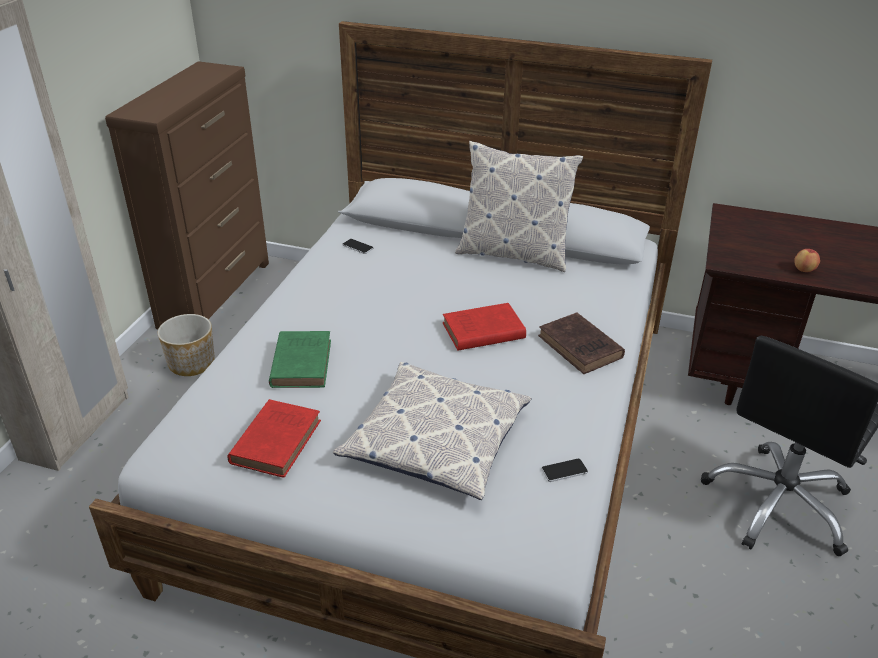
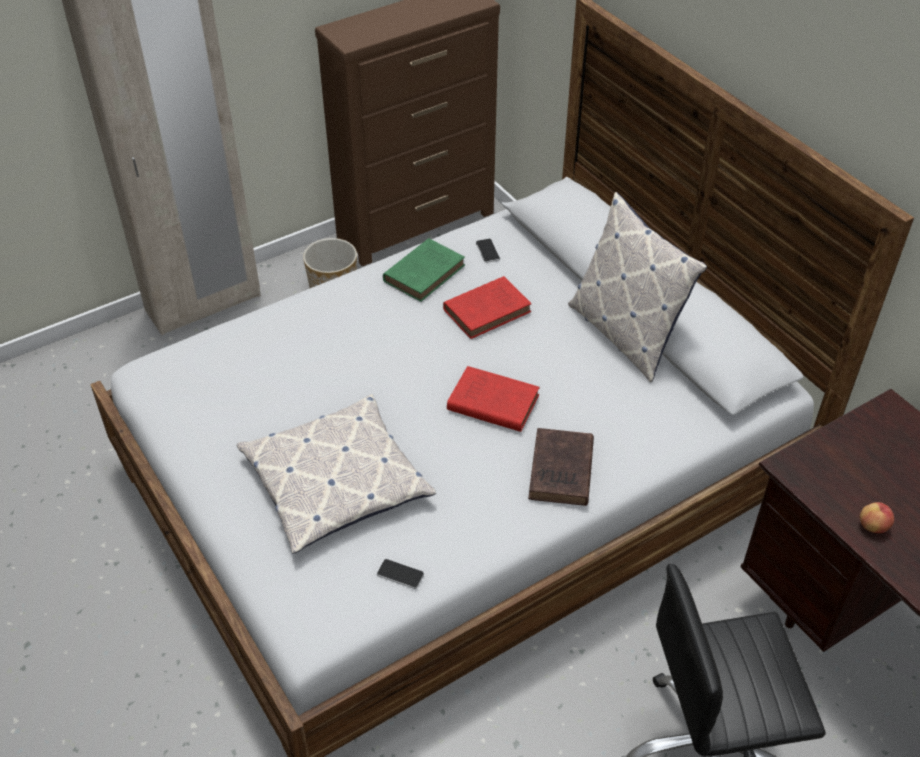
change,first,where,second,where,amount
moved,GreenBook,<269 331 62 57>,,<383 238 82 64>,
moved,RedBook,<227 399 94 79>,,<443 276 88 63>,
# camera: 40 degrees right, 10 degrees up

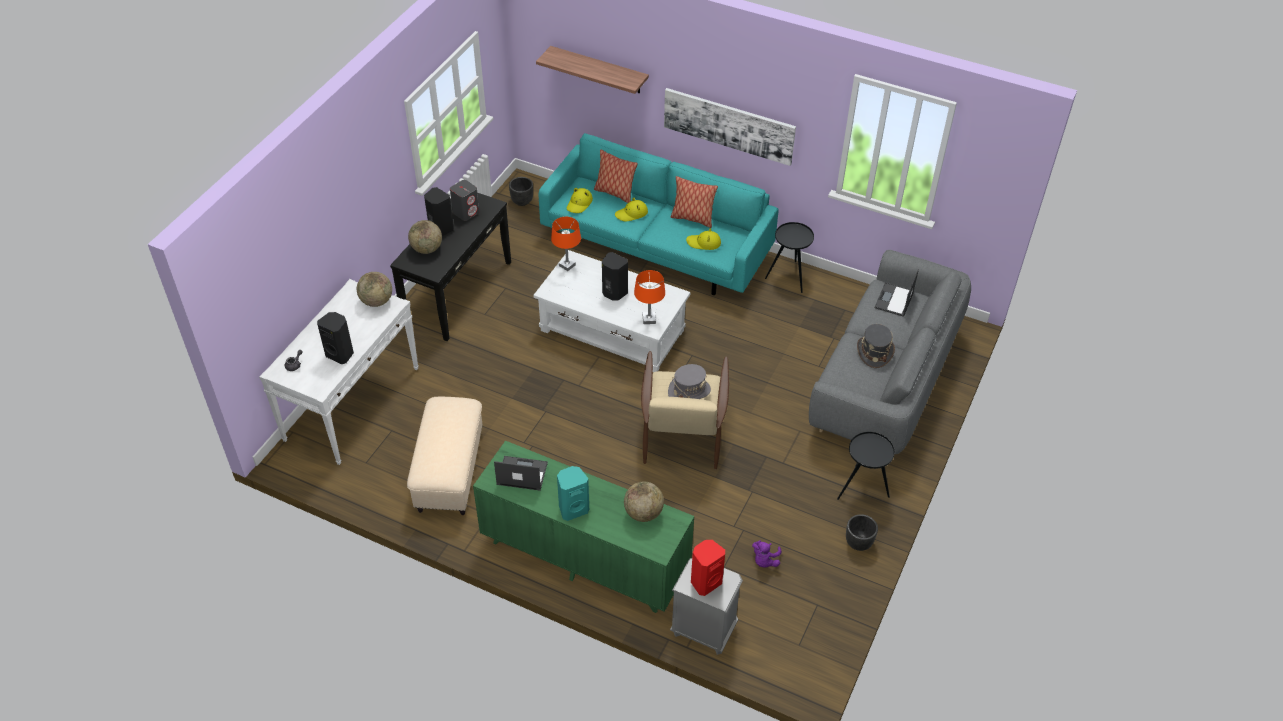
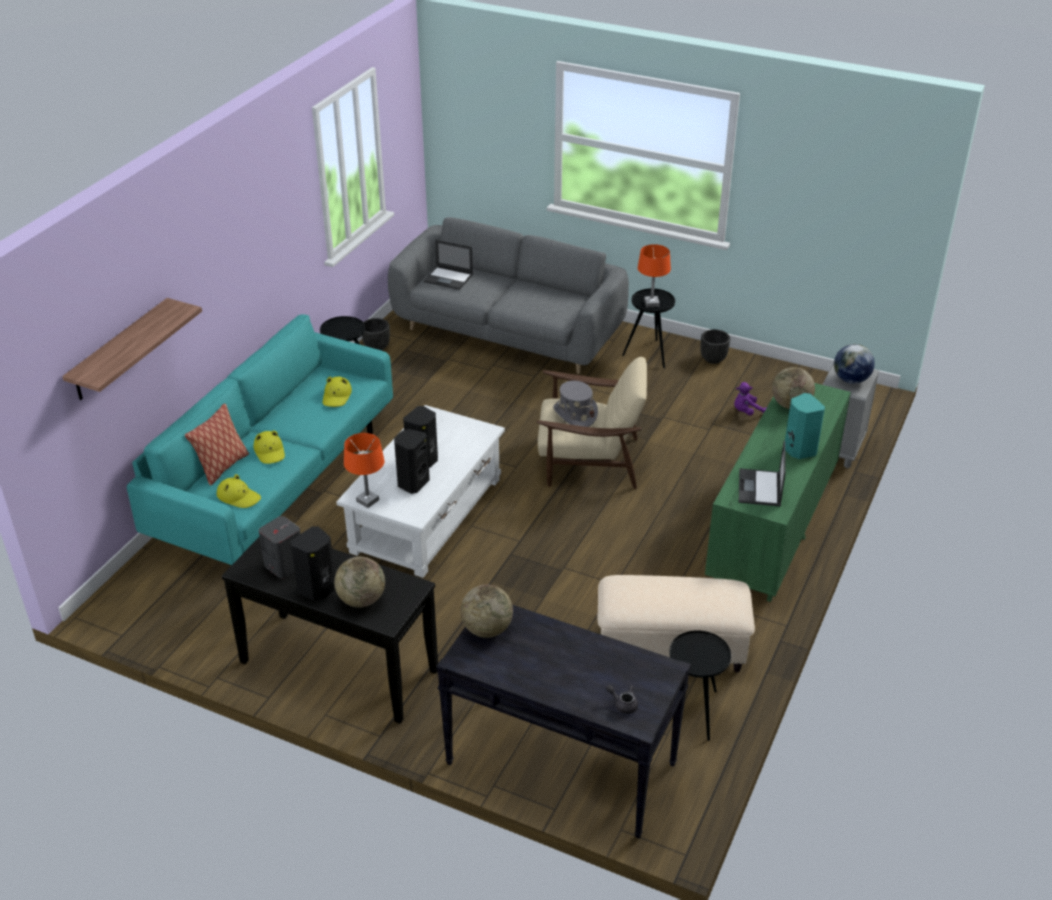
change,first,where,second,where,amount
removed,Picture,<664 88 132 78>,,,
removed,Pillow,<671 176 47 52>,,,
moved,BlackPlanter,<509 177 24 29>,,<362 318 28 33>,
moved,OrangeTableLamp,<634 270 31 54>,,<638 244 33 63>,
recoloured,WhiteConsoleTable,<259 279 160 186>,BlackConsoleTable,<436 605 255 234>,
moved,BlackSpeaker,<317 312 37 52>,,<394 429 36 65>,
removed,GreyHat,<857 324 38 44>,,,
replaced,RedSpeaker,<691 540 34 56>,Globe,<834 344 41 40>,
turned,PurplePlushToy,<752 540 30 27>,,<734 382 33 33>,135 degrees clockwise
added,,,BlackSideTable,<669 630 62 111>,
# camera: 90 degrees left, 10 degrees down

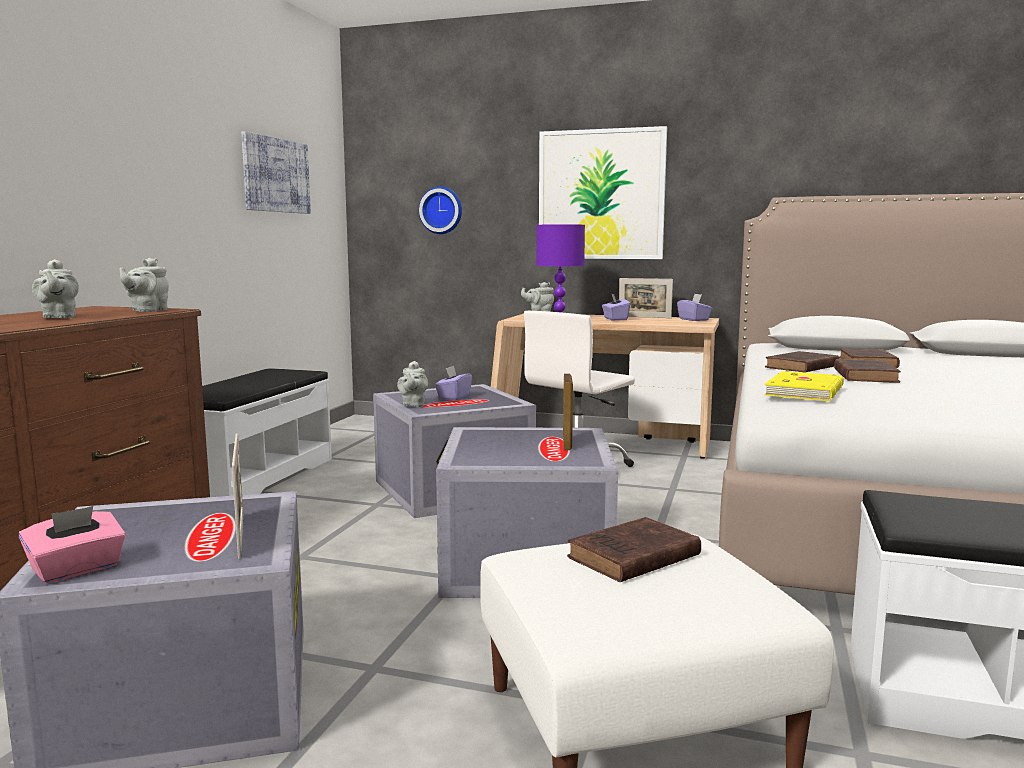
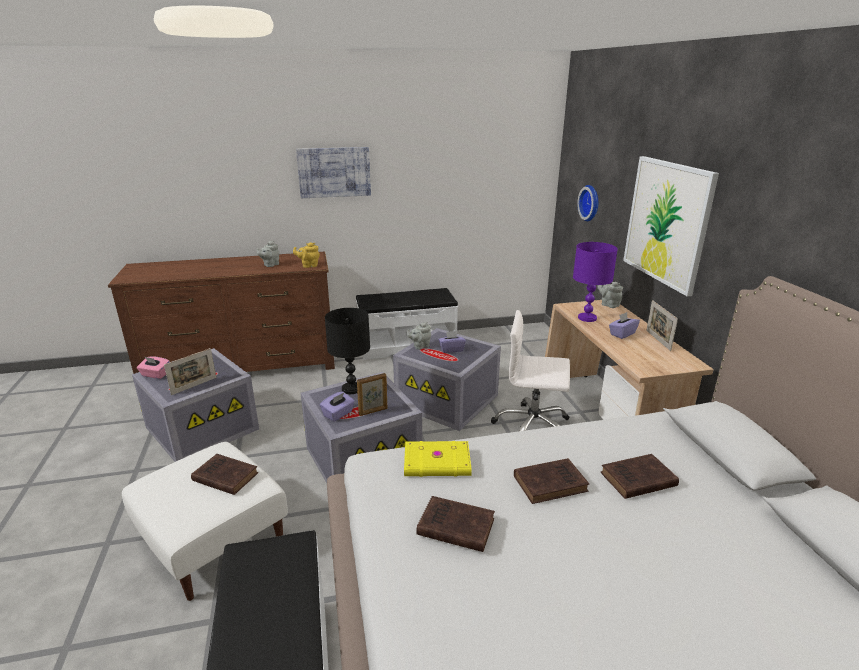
change,first,where,second,where,amount
moved,Picture,<241 131 70 83>,,<296 147 75 51>,
recoloured,GreyTeapot,<119 258 50 54>,YellowTeapot,<293 242 27 26>,
moved,PurpleTissueBox,<677 294 36 27>,,<320 391 35 30>,
moved,BrownBook,<765 351 75 22>,,<416 496 79 56>,
added,,,BlackTableLamp,<325 308 45 86>,
# camera: 60 degrees right, 15 degrees up

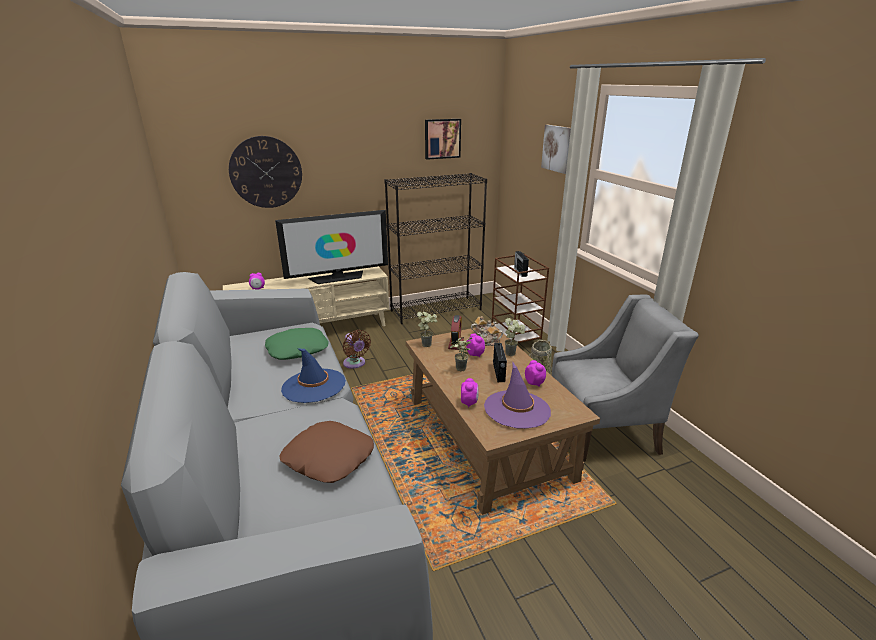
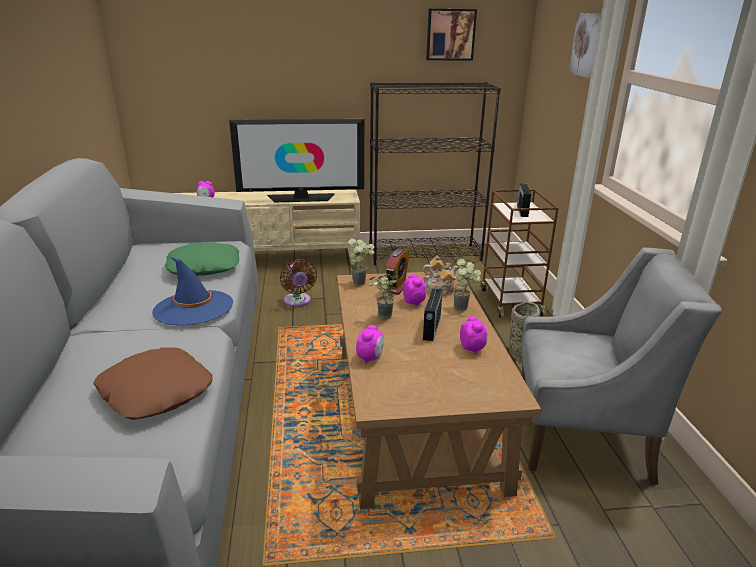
change,first,where,second,where,amount
removed,WallClock,<229 136 73 72>,,,
removed,PurpleHat,<484 361 67 68>,,,
# camera: 15 degrees right, 0 degrees up

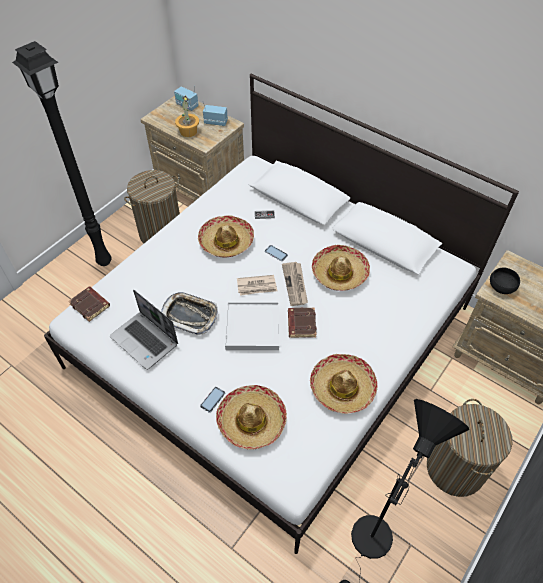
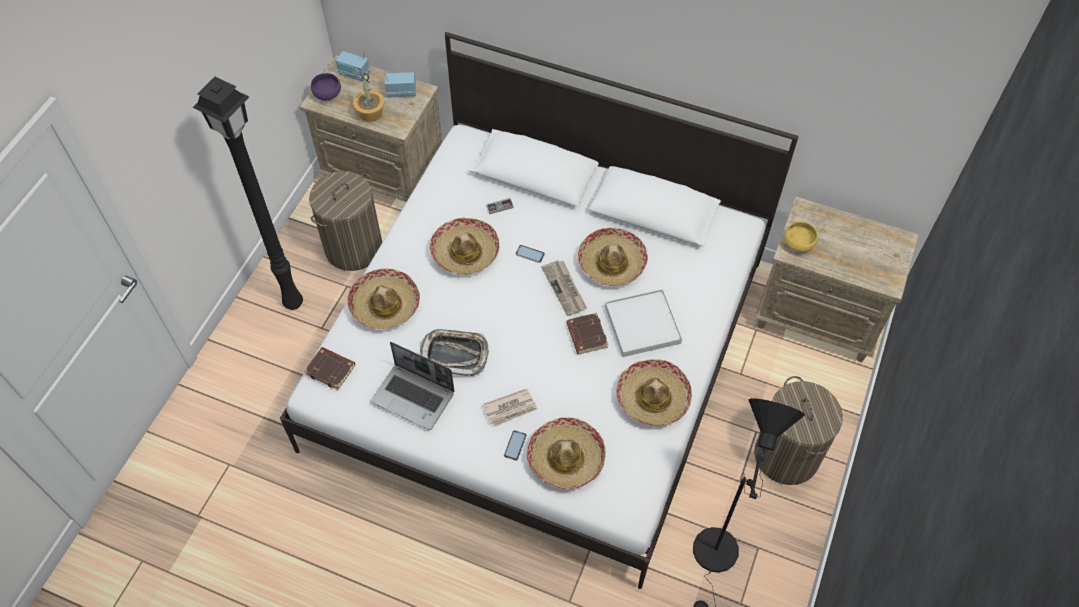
change,first,where,second,where,amount
recoloured,BlackBowl,<490 267 30 27>,YellowBowl,<784 222 34 30>,
moved,Newspaper,<237 275 40 21>,,<482 389 56 38>,
moved,WhiteTray,<225 302 54 48>,,<605 289 77 68>,
added,,,PurpleBowl,<311 73 30 28>,
added,,,Hat,<347 268 73 61>,
# camera: 15 degrees left, 5 degrees up

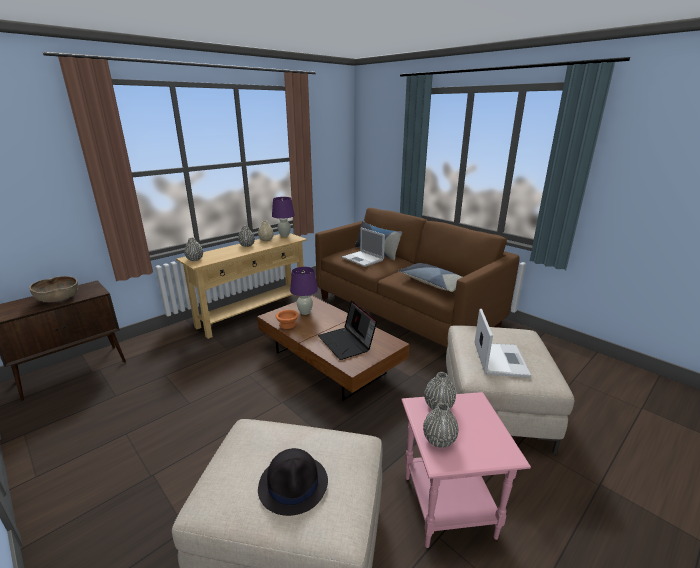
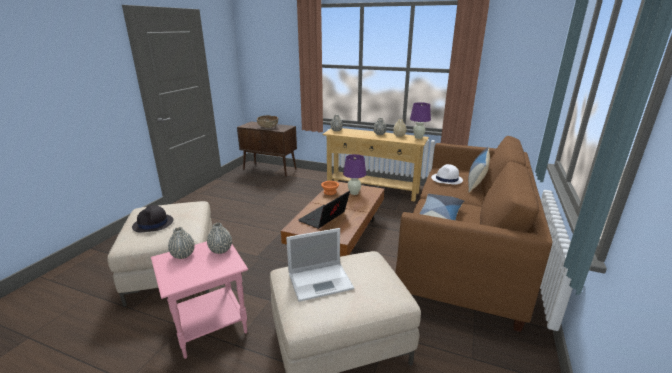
change,first,where,second,where,amount
replaced,Laptop,<342 228 43 39>,WhiteHat,<431 164 32 21>,
# camera: 65 degrees right, 0 degrees up

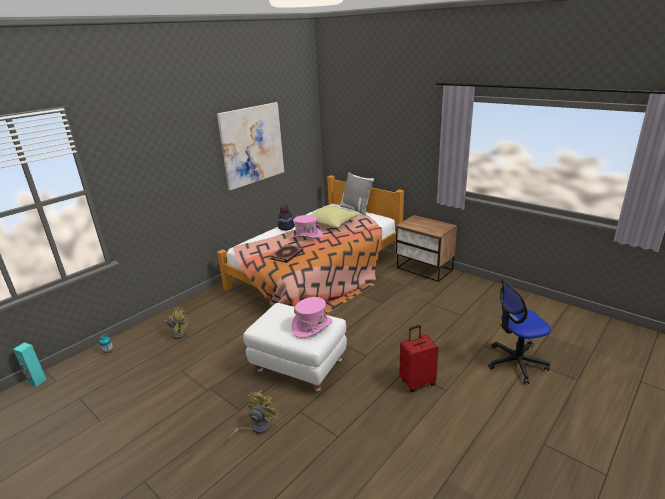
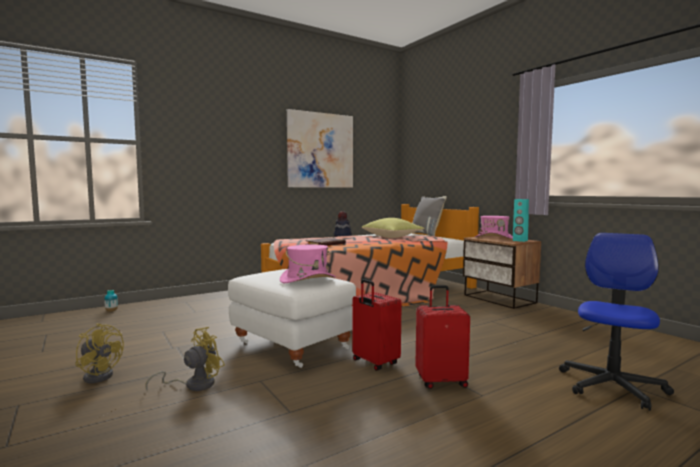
change,first,where,second,where,amount
moved,PinkHat,<291 215 31 23>,,<475 216 38 23>,
turned,OfficeChair,<488 279 63 105>,,<559 233 115 178>,120 degrees clockwise
moved,YellowFan,<162 307 26 32>,,<75 323 49 60>,
moved,TurquoiseSpeaker,<13 342 34 45>,,<513 199 16 43>,
added,,,RedSuitcase,<353 279 49 92>,
# camera: 15 degrees right, 20 degrees down

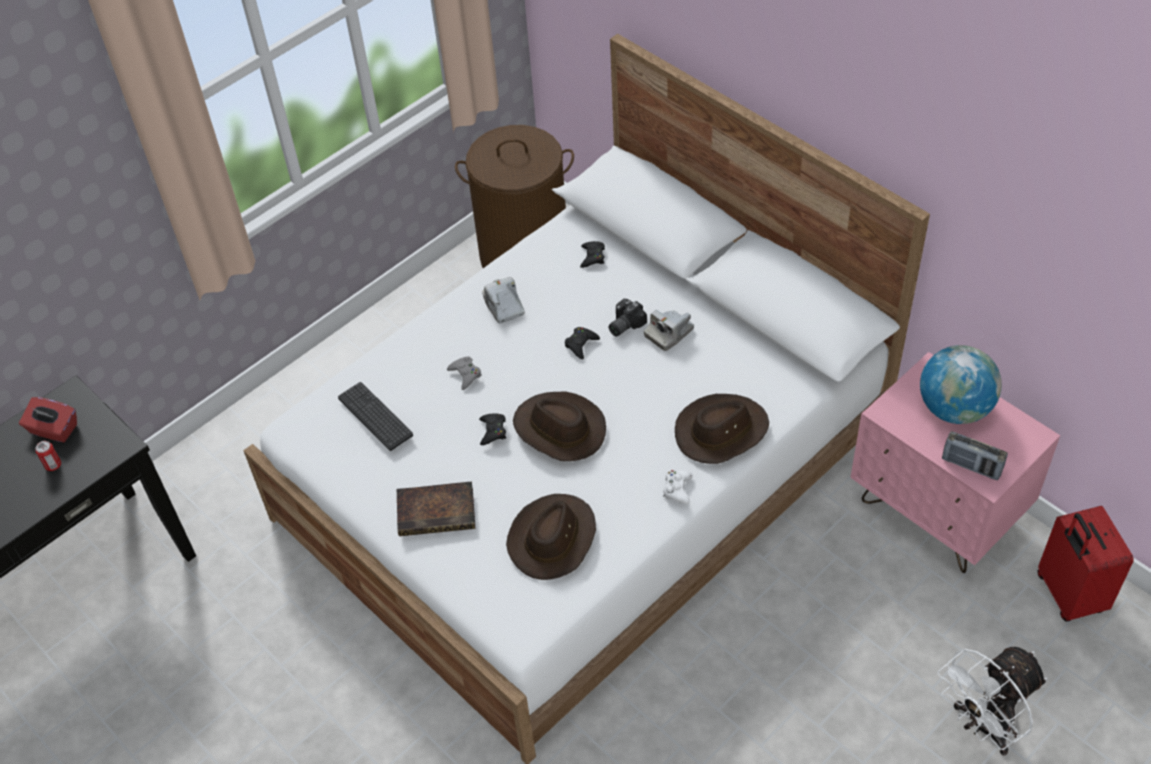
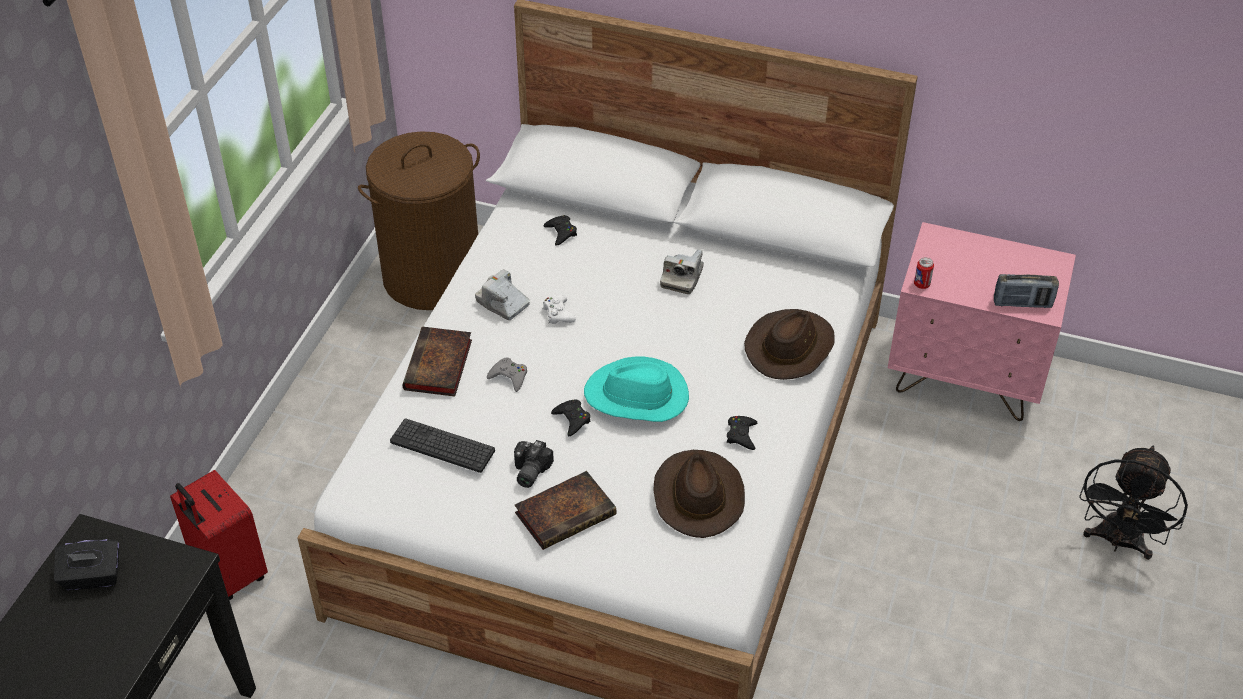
change,first,where,second,where,amount
moved,PhotoCamera,<608 299 39 37>,,<514 440 40 48>,
moved,BlackGameController,<565 327 35 32>,,<727 416 30 34>,
removed,Globe,<920 345 82 79>,,,
recoloured,BrownHat,<513 392 93 69>,TurquoiseHat,<584 357 105 65>,
recoloured,RedTissueBox,<19 397 58 45>,BlackTissueBox,<54 539 65 51>,
moved,Can,<35 441 26 30>,,<914 257 20 32>,
moved,WhiteGameController,<663 470 30 34>,,<543 295 33 29>,
moved,RedSuitcase,<1038 506 96 116>,,<170 470 98 130>,
recoloured,WhiteFan,<938 646 109 110>,BlackFan,<1079 445 109 115>,
added,,,Book,<403 327 69 69>,
# camera: 30 degrees left, 5 degrees down

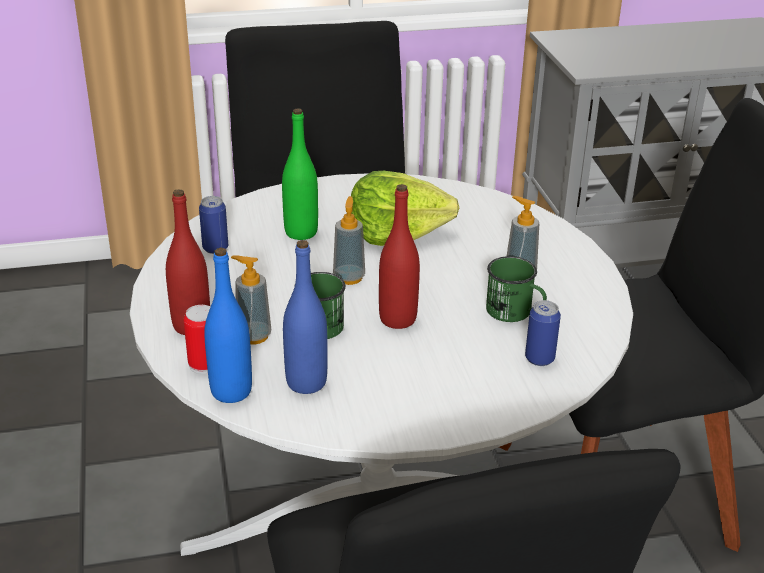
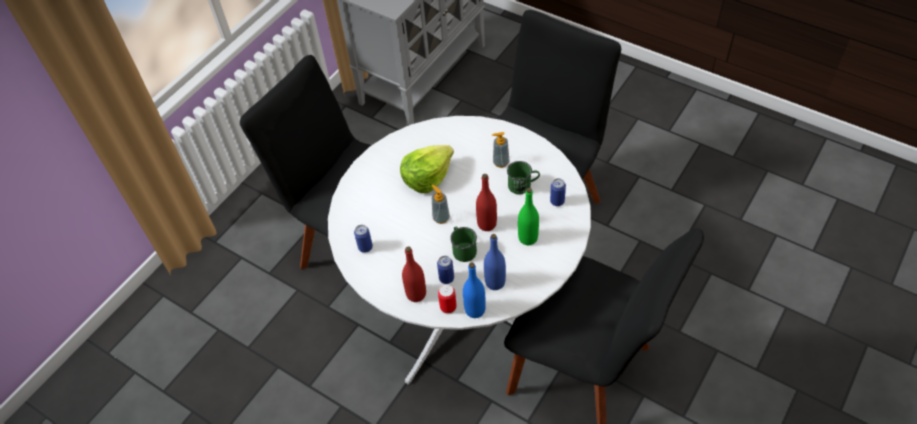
change,first,where,second,where,amount
moved,GreenBottle,<282 108 36 132>,,<518 188 21 57>,
replaced,SoapDispenser,<231 255 40 90>,Can,<437 256 17 28>,
# camera: 40 degrees left, 20 degrees up

